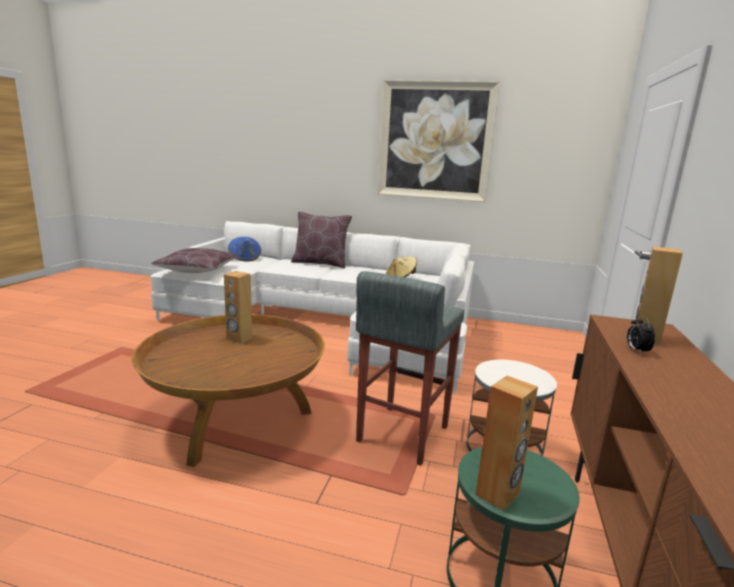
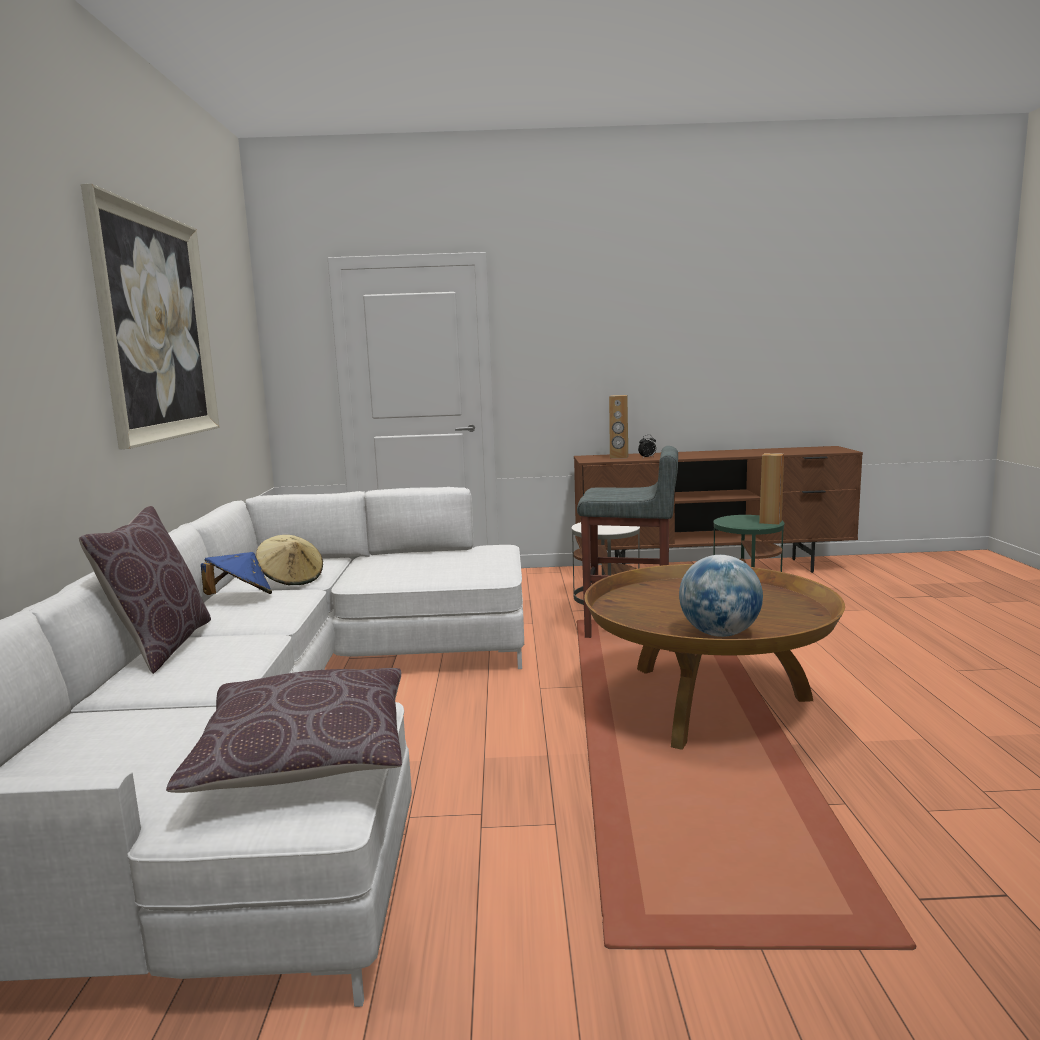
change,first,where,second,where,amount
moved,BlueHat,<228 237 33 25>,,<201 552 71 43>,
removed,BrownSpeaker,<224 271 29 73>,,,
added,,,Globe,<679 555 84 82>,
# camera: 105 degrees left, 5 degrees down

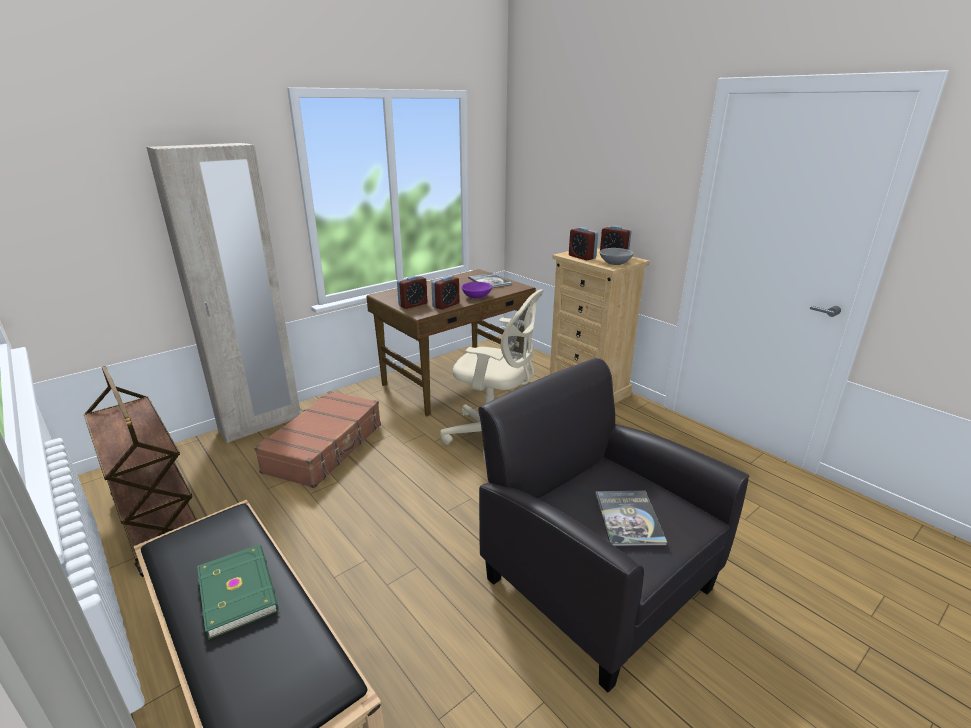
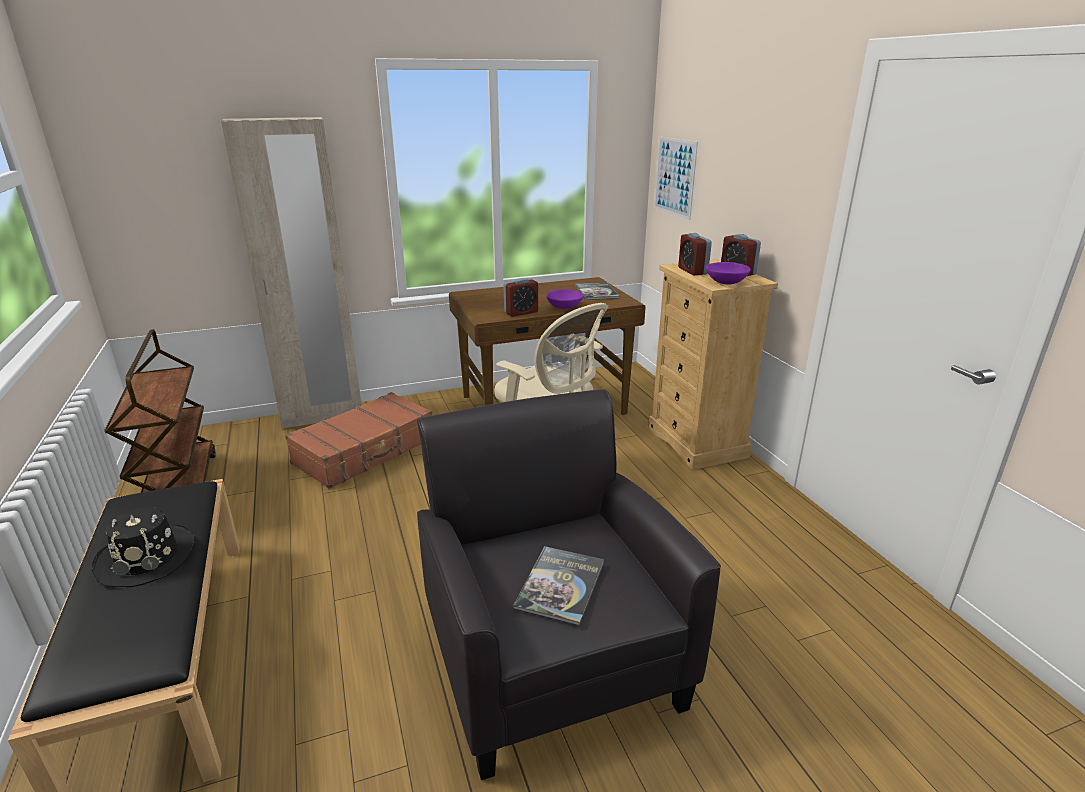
change,first,where,second,where,amount
recoloured,GreyBowl,<599 248 35 17>,PurpleBowl,<706 262 45 22>,
removed,AlarmClock,<397 276 30 33>,,,
replaced,GreenBook,<197 545 82 95>,BlackHat,<92 507 103 80>,
added,,,Picture,<654 136 44 84>,
# camera: 20 degrees right, 0 degrees up

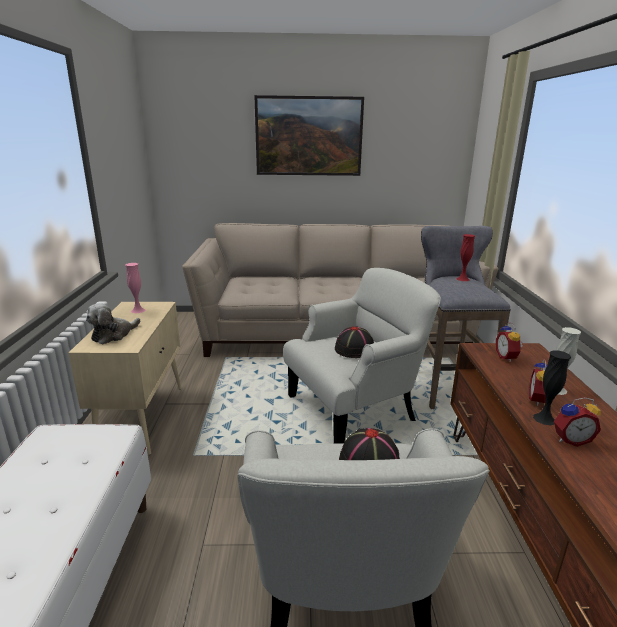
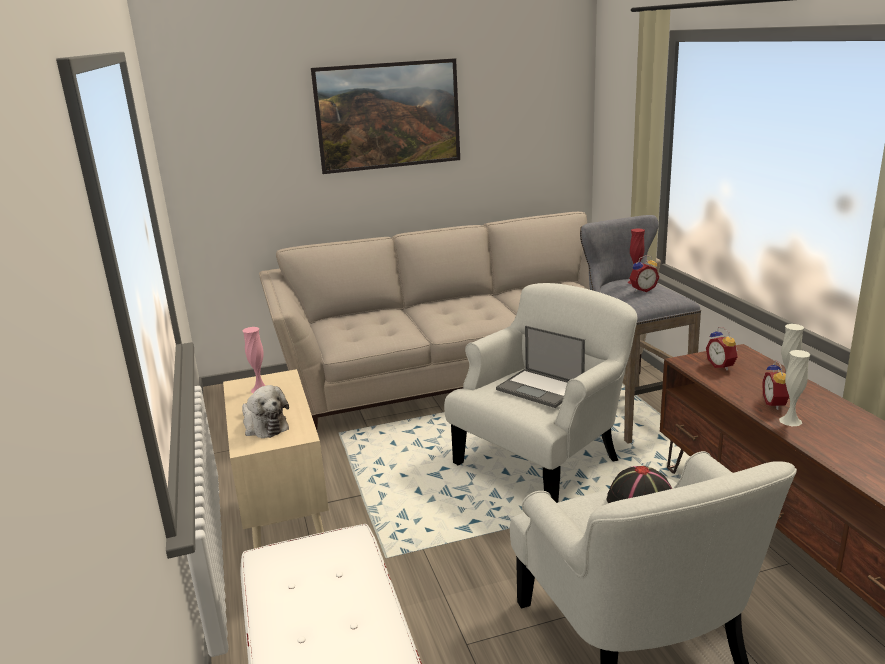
change,first,where,second,where,amount
turned,PlushToy,<86 303 54 41>,,<242 385 47 53>,60 degrees counterclockwise
replaced,BlackHat,<335 326 39 32>,Laptop,<496 325 89 83>,
recoloured,BlackVase,<533 350 38 75>,WhiteVase,<779 350 32 76>,
moved,AlarmClock,<554 397 47 50>,,<629 255 30 37>,
# camera: 15 degrees left, 0 degrees up

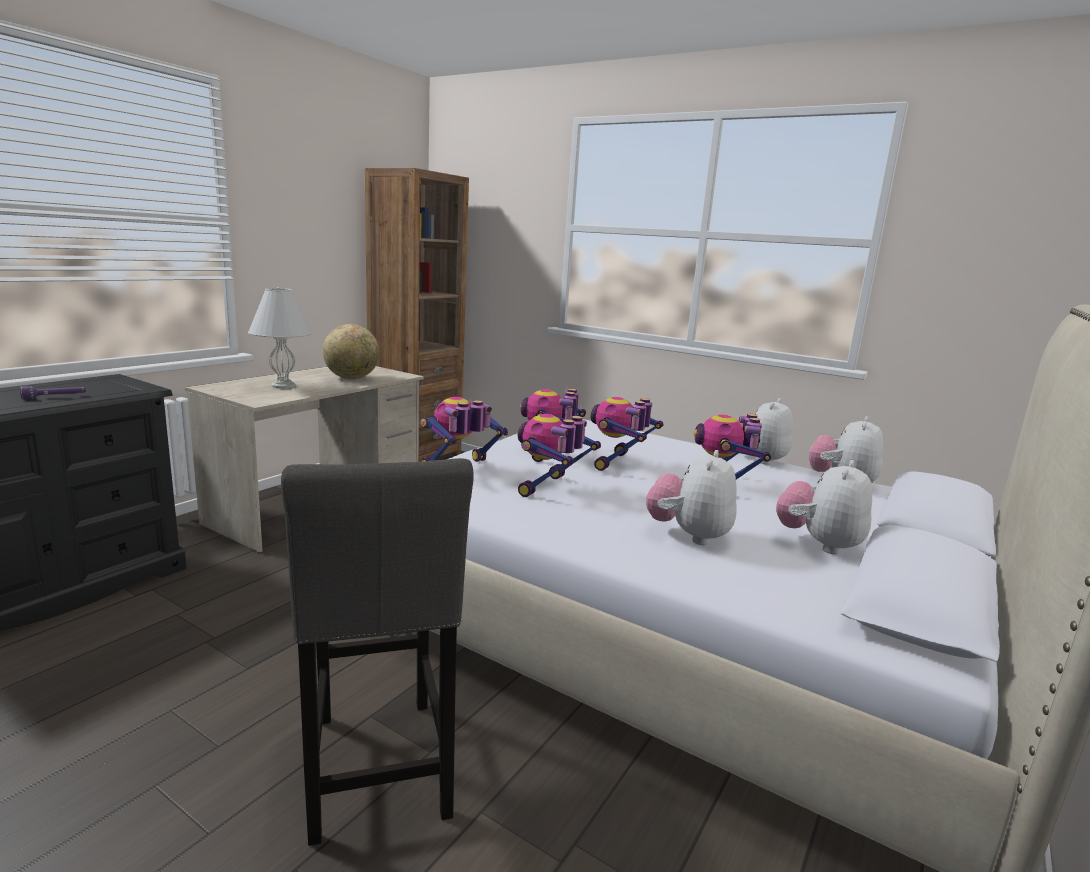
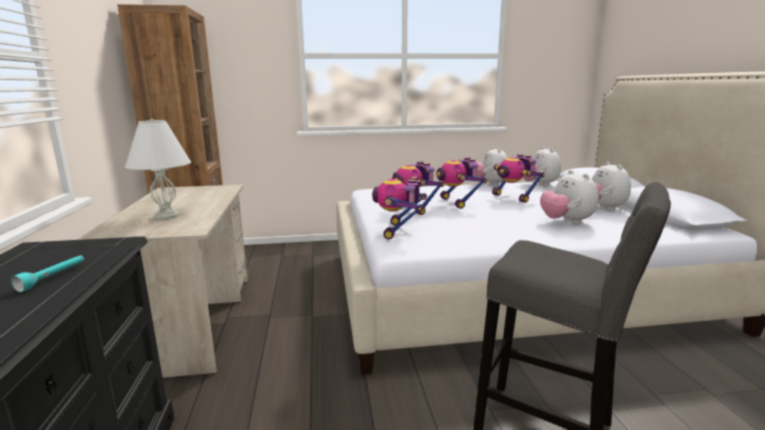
change,first,where,second,where,amount
removed,Globe,<323 324 57 55>,,,
recoloured,PurpleFlashlight,<20 386 66 14>,TurquoiseFlashlight,<10 255 74 37>,
removed,ToyRobot,<517 414 84 83>,,,
# camera: 40 degrees left, 0 degrees up

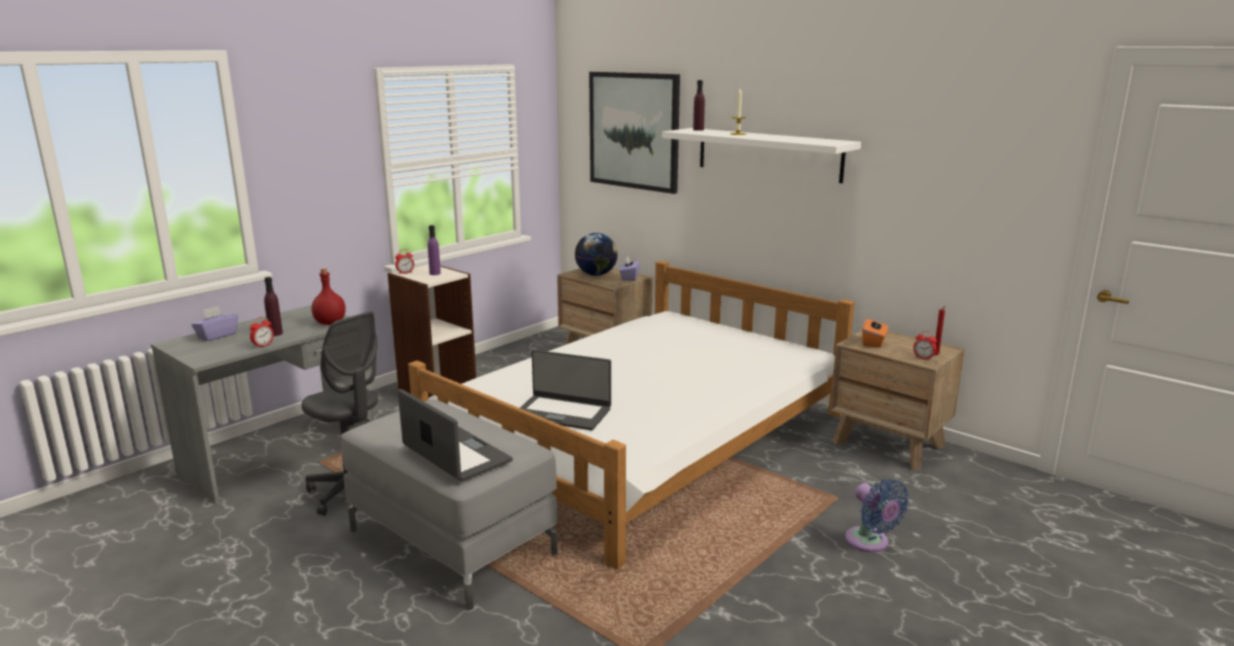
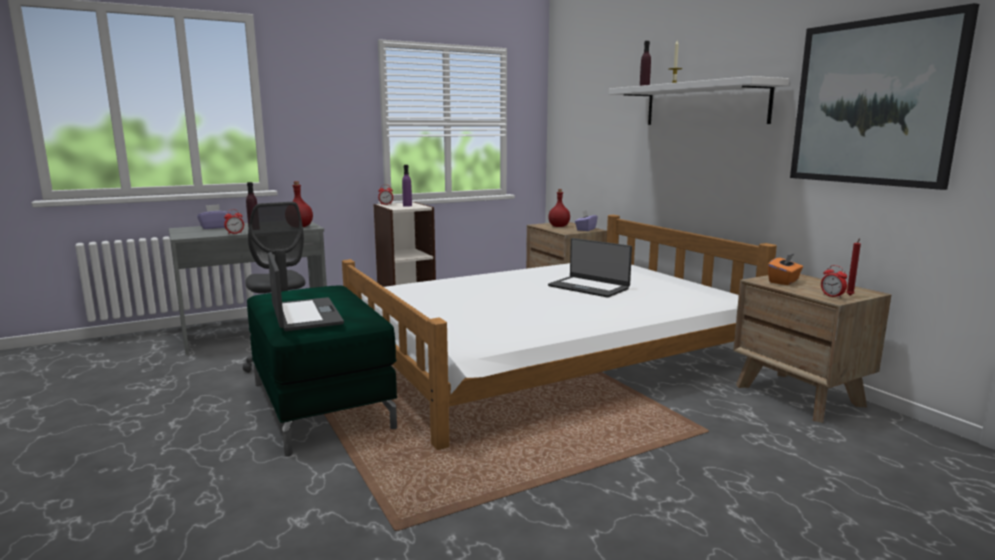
change,first,where,second,where,amount
moved,Picture,<589 72 91 122>,,<790 3 189 187>,
replaced,Globe,<575 233 43 43>,RedBottle,<548 189 22 38>,
moved,Laptop,<520 350 91 80>,,<548 238 84 60>,
recoloured,GreyOttoman,<341 400 217 210>,GreenOttoman,<247 285 150 171>,
removed,BlueFan,<845 479 64 73>,,,
# camera: 20 degrees right, 5 degrees down

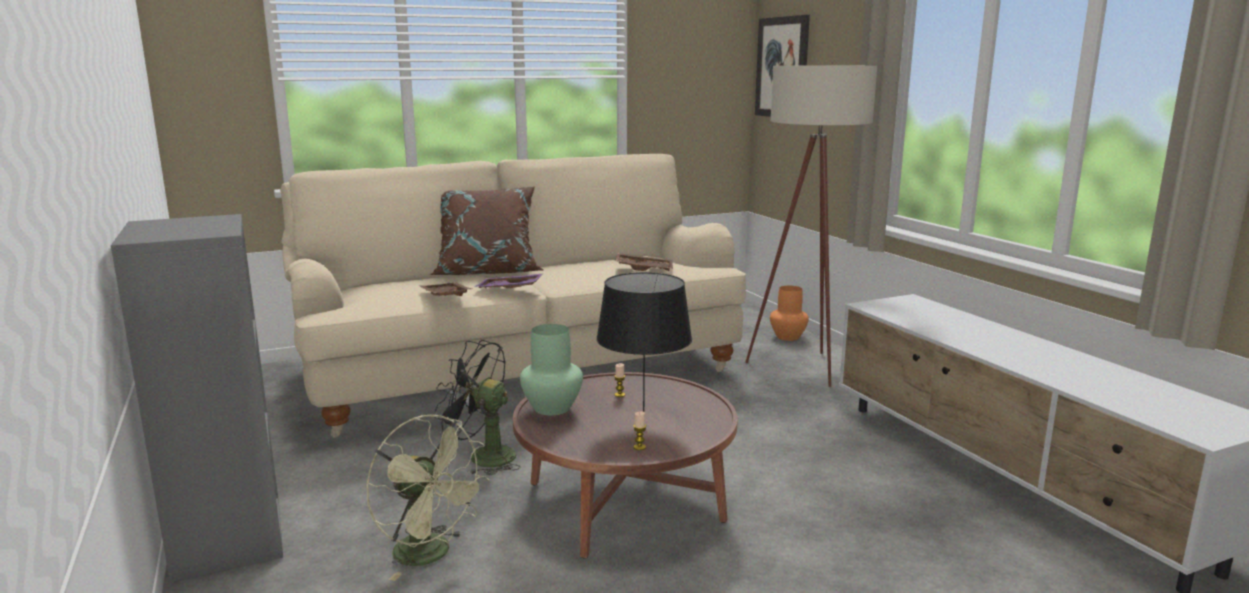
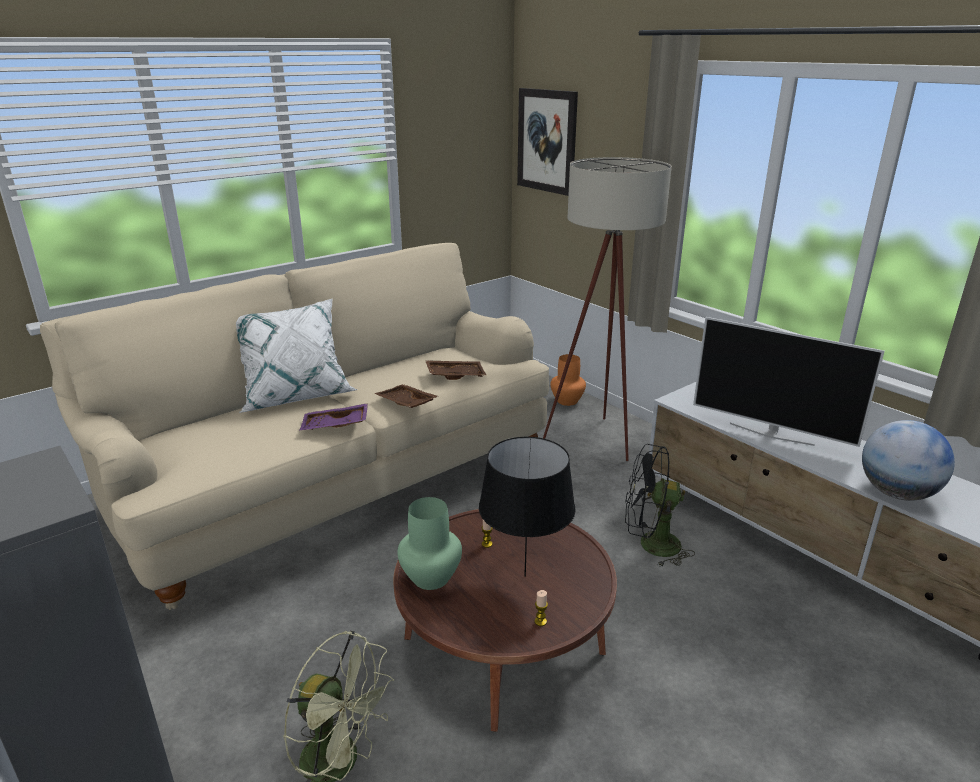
change,first,where,second,where,amount
recoloured,BrownPillow,<429 186 115 89>,WhitePillow,<236 298 122 115>,
moved,BrownTray,<419 282 53 14>,,<374 384 65 24>,
moved,BlackFan,<434 340 87 136>,,<625 444 70 123>,
added,,,Television,<693 317 192 130>,
added,,,Globe,<862 420 93 81>,
# camera: 15 degrees left, 10 degrees up

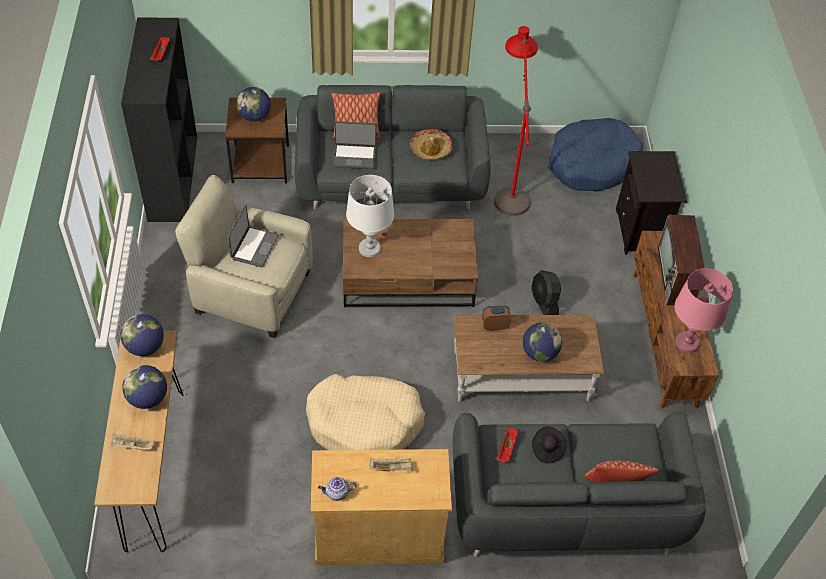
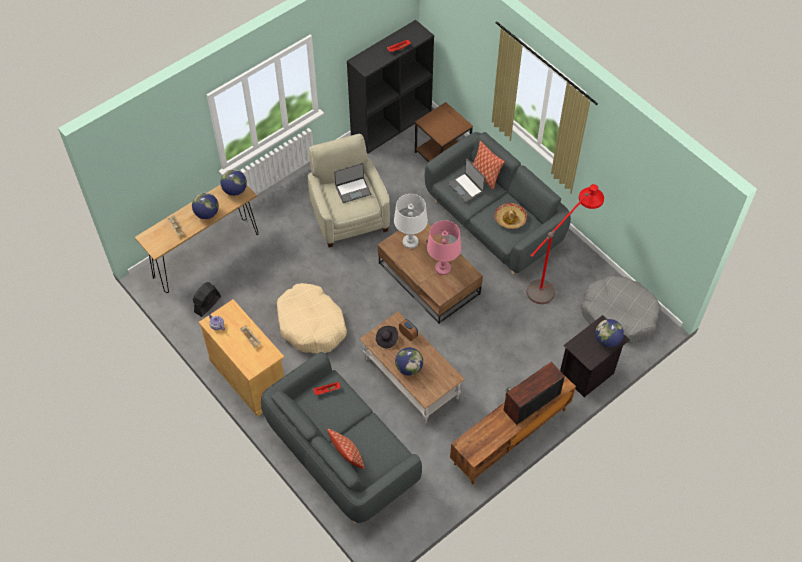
change,first,where,second,where,amount
moved,Globe,<236 87 35 35>,,<595 319 29 28>,
recoloured,BlueDogBed,<548 118 95 74>,GreyDogBed,<581 275 80 68>,
moved,PinkTableLamp,<675 268 58 85>,,<427 220 34 55>,
moved,BlackFan,<531 270 30 45>,,<193 282 28 35>,
moved,BlackHat,<532 426 35 38>,,<376 326 22 22>,
# camera: 55 degrees right, 5 degrees up

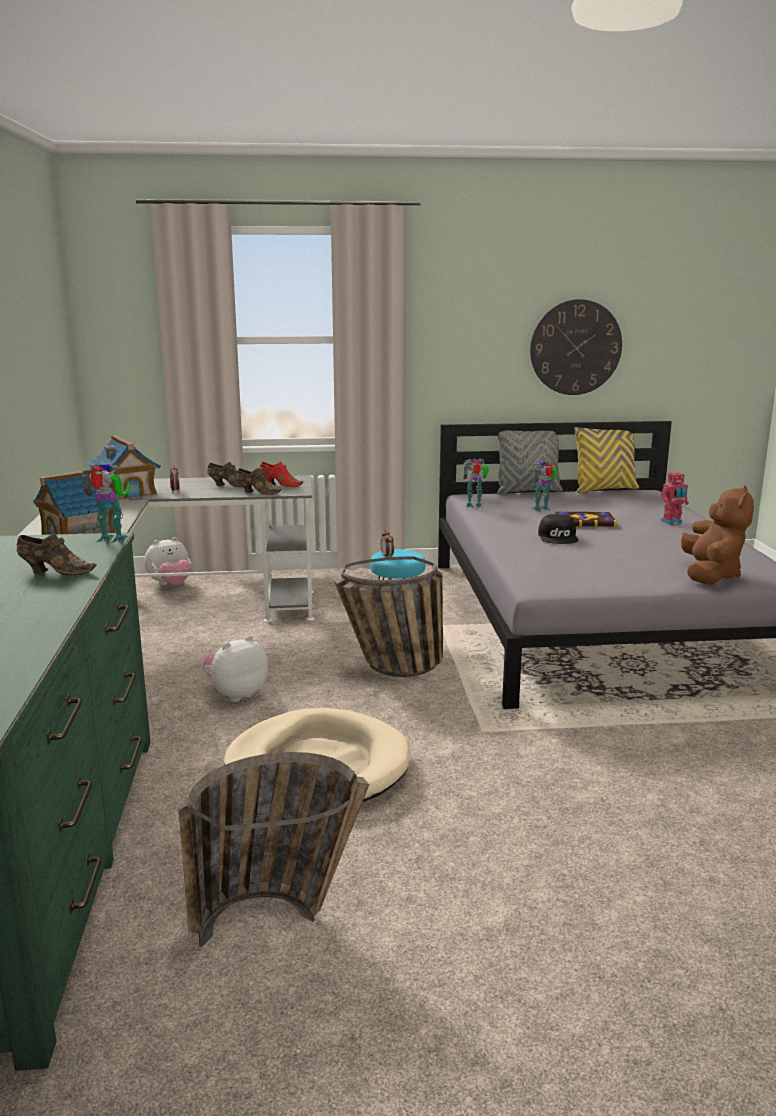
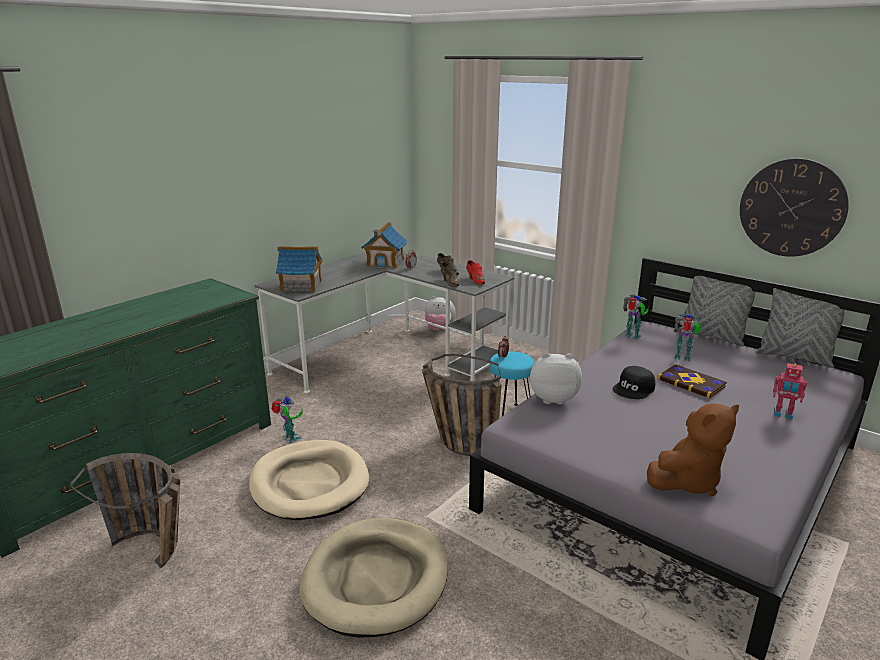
change,first,where,second,where,amount
recoloured,YellowPillow,<574 427 65 66>,GreyPillow,<756 288 88 80>,
moved,ToyRobot,<81 463 49 80>,,<271 396 32 48>,
removed,BrownShoe,<17 533 79 42>,,,
moved,PlushToy,<203 635 65 67>,,<530 353 52 52>,
added,,,BeigeDogBed,<299 518 149 120>,
# camera: 45 degrees right, 5 degrees up

